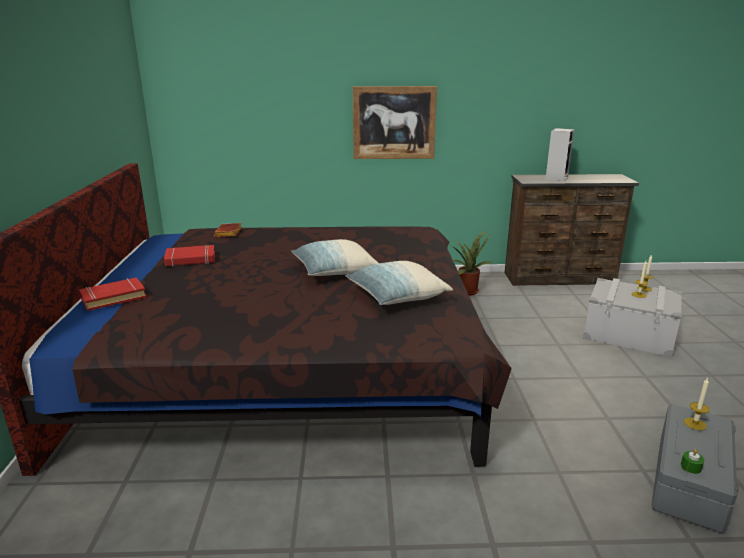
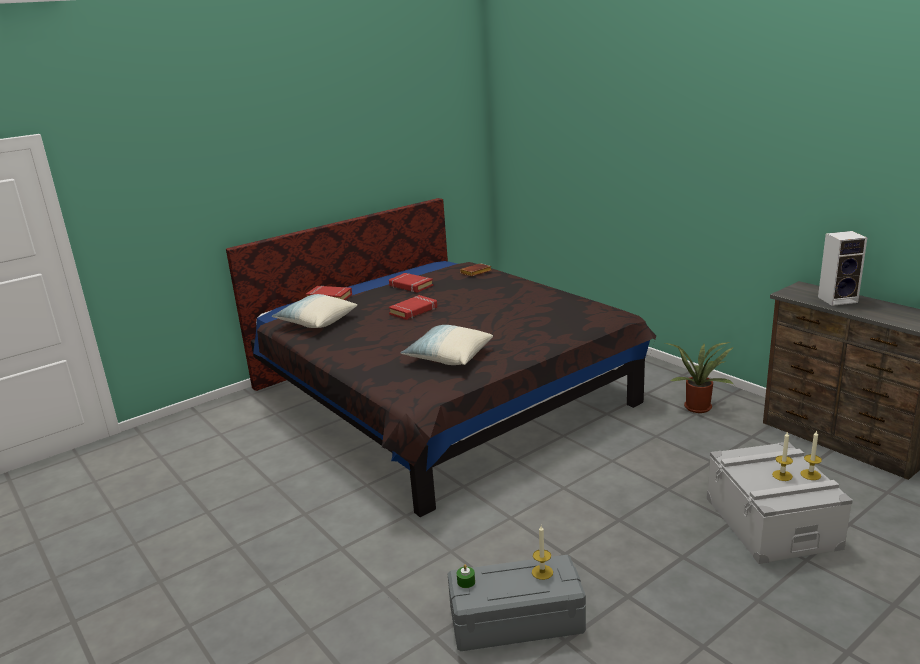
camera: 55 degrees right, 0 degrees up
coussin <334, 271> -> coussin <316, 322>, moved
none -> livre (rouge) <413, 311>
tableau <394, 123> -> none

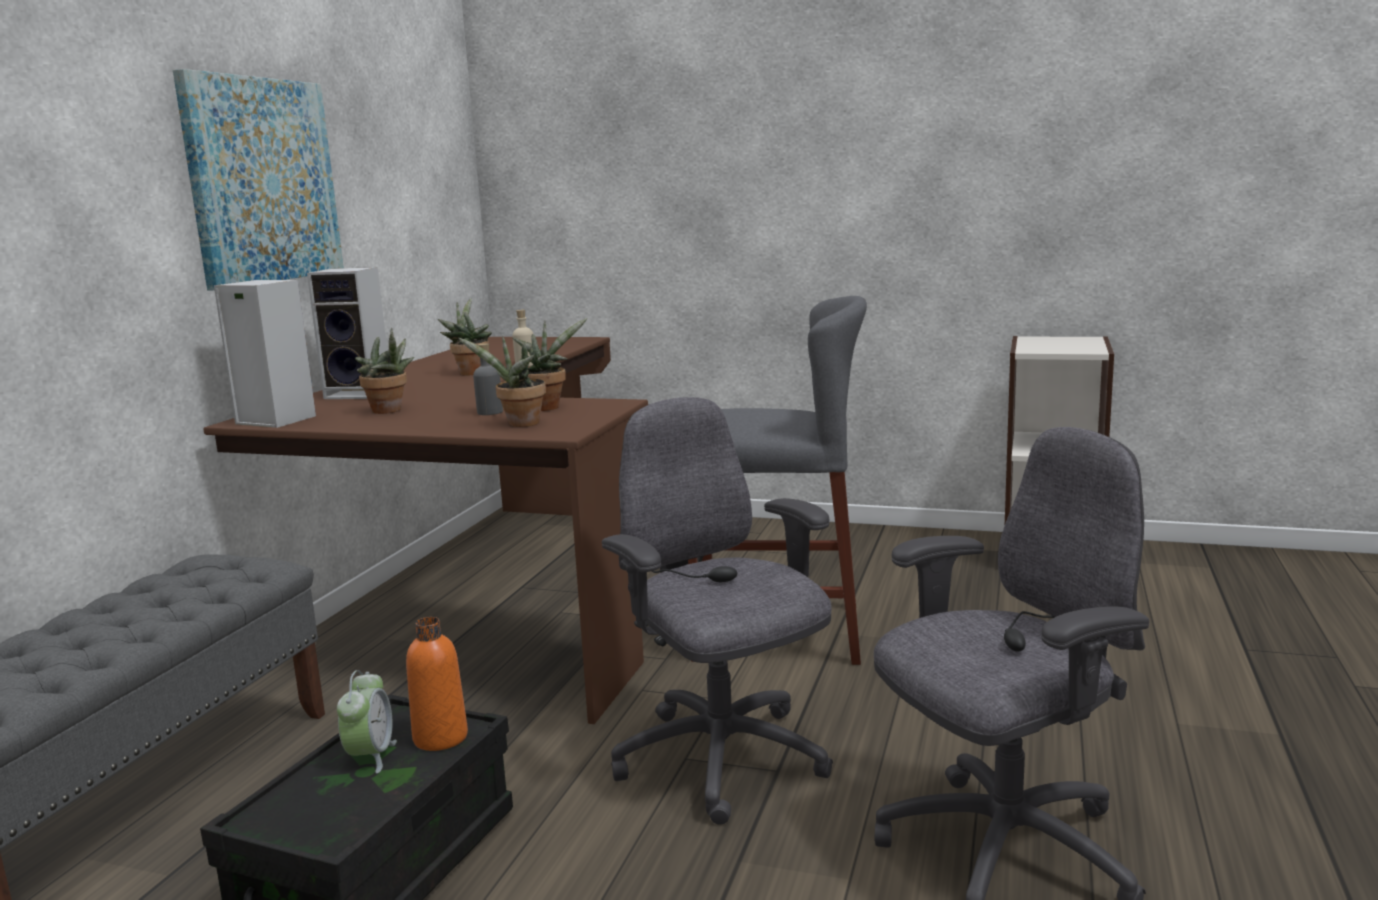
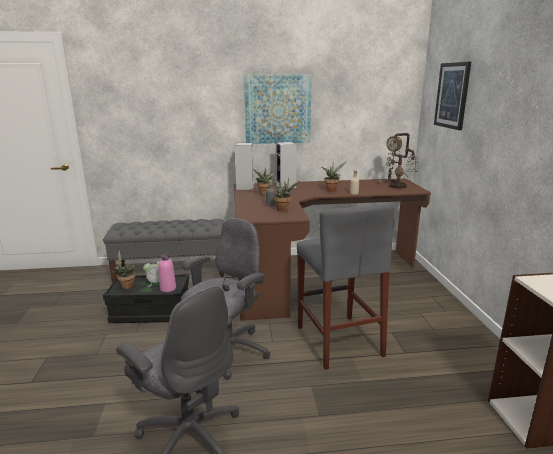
camera: 65 degrees right, 5 degrees up
plante en pot <519, 424> -> plante en pot <126, 286>, moved
bouteille (orange) <440, 738> -> bouteille (rose) <168, 288>
none -> lampe de table <397, 187>
none -> tableau <452, 95>

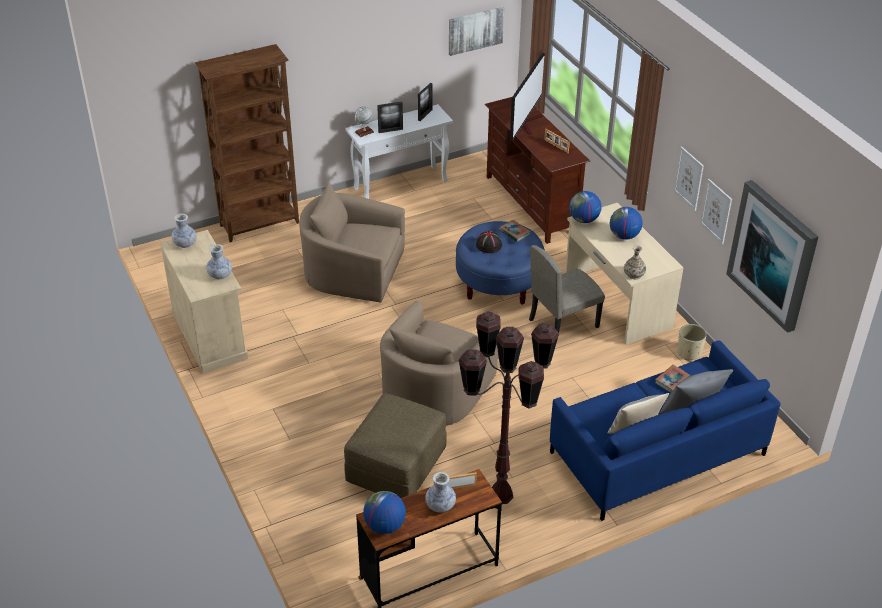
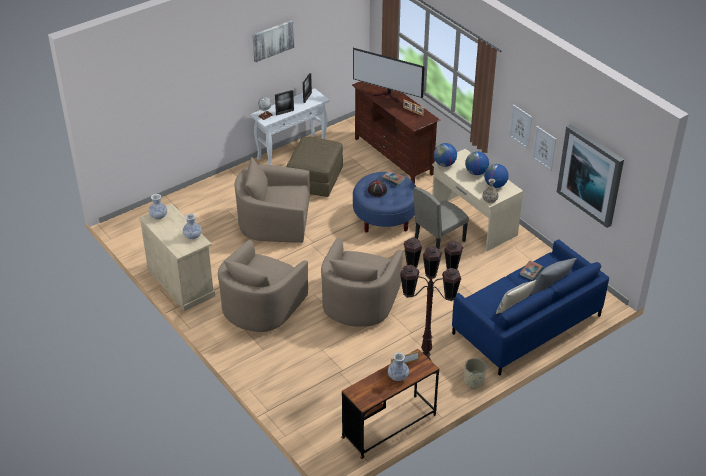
camera: 10 degrees left, 0 degrees up
none -> fauteuil (beige) <261, 306>
tableau <475, 30> -> tableau <273, 40>, moved
pouf (marron) <396, 466> -> pouf (marron) <315, 180>, moved
téléviseur <528, 123> -> téléviseur <388, 96>, 105 degrees clockwise
cache-pot (beige) <689, 353> -> cache-pot (beige) <474, 381>, moved
globe <384, 526> -> globe <495, 185>, moved
bibliothèque (marron) <260, 224> -> none

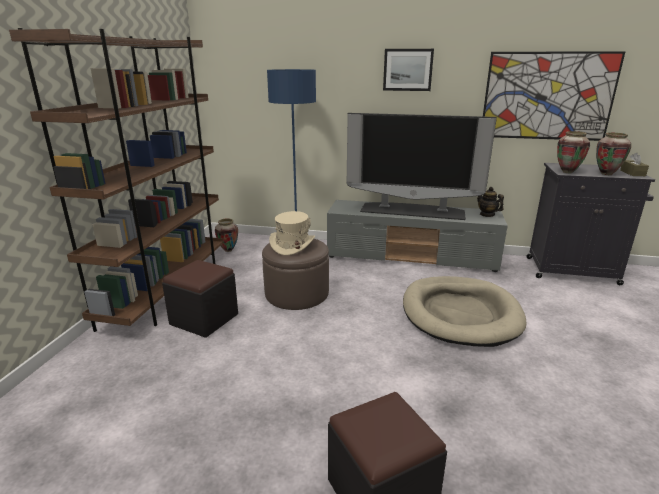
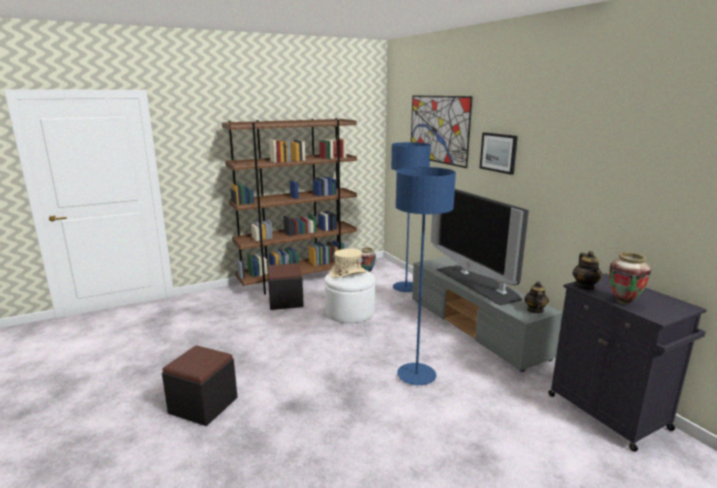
camera: 50 degrees right, 5 degrees down
pouf (marron) <297, 293> -> pouf (blanc) <350, 312>
panier pour chien (beige) <460, 314> -> lampadaire (bleu) <416, 375>
tableau <547, 96> -> tableau <438, 129>, moved
vase <567, 172> -> théière <585, 286>
boîte à mouchoirs (marron) <632, 173> -> none

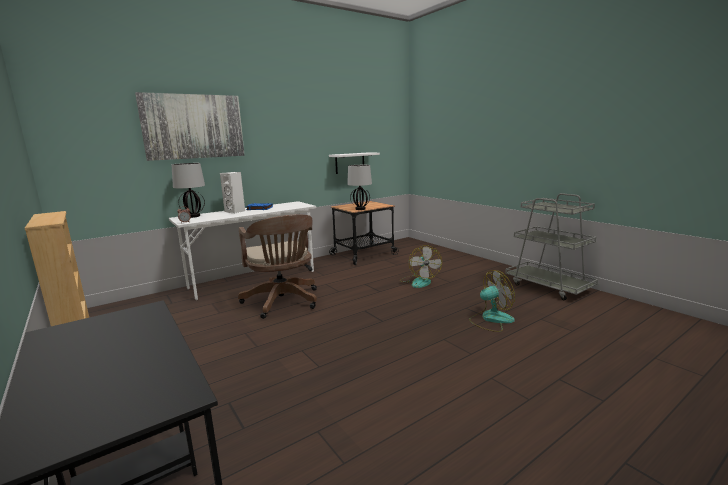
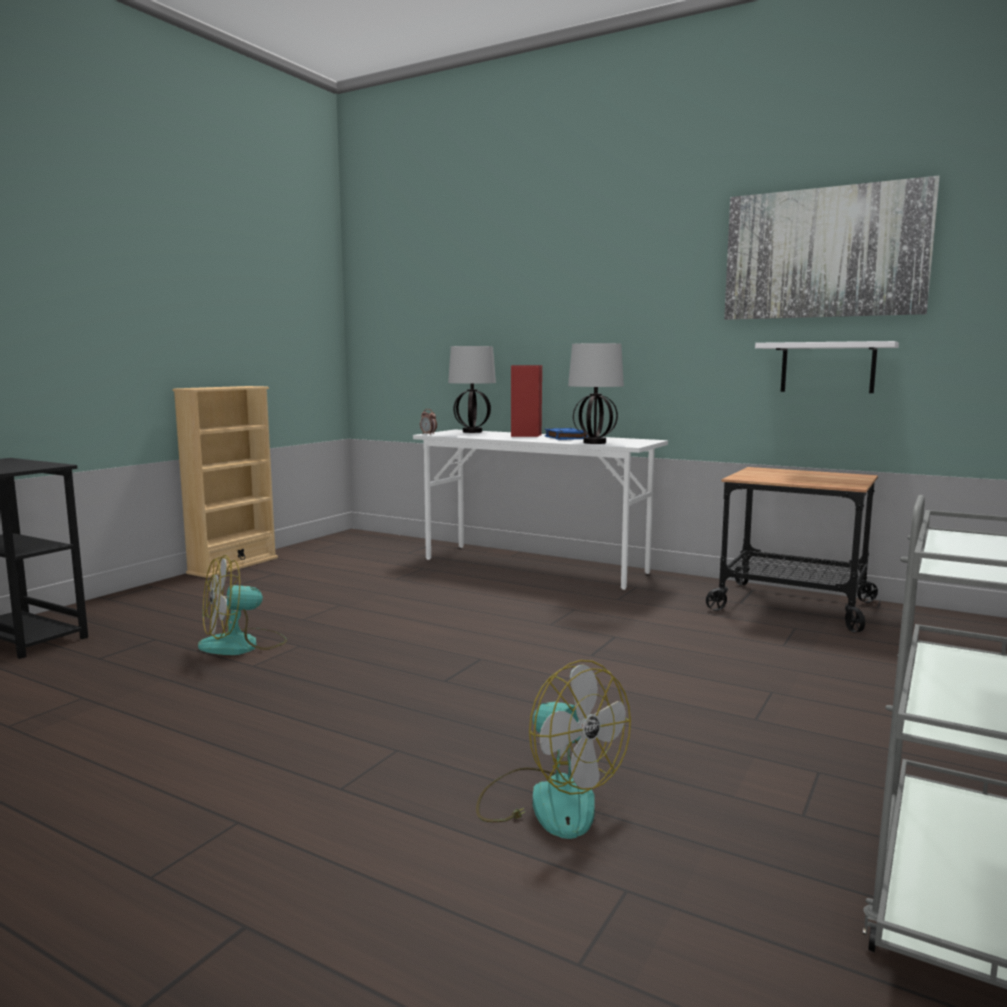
camera: 65 degrees right, 5 degrees down
ventilateur <419, 281> -> ventilateur <243, 645>, moved
enceinte (blanc) <235, 211> -> enceinte (rouge) <526, 435>
lampe de table <360, 209> -> lampe de table <594, 442>, moved
tableau <194, 126> -> tableau <824, 253>, moved
chaise de bureau (marron) <283, 302> -> none

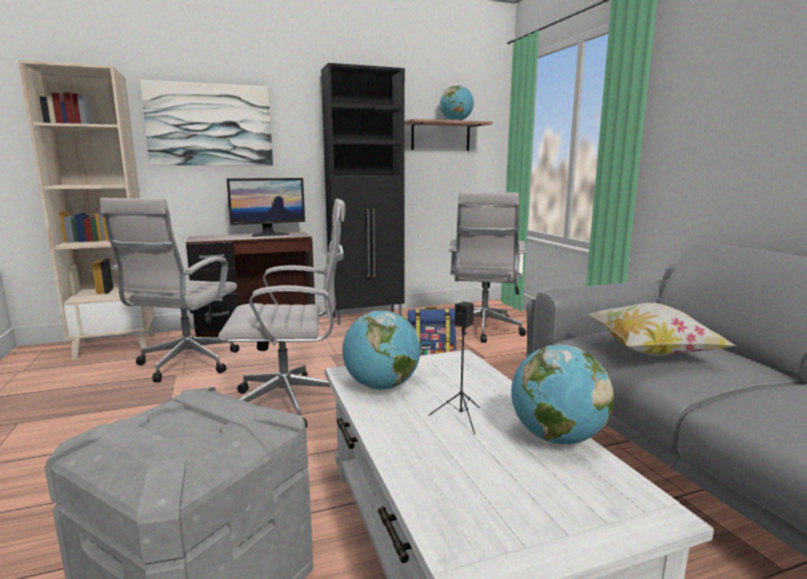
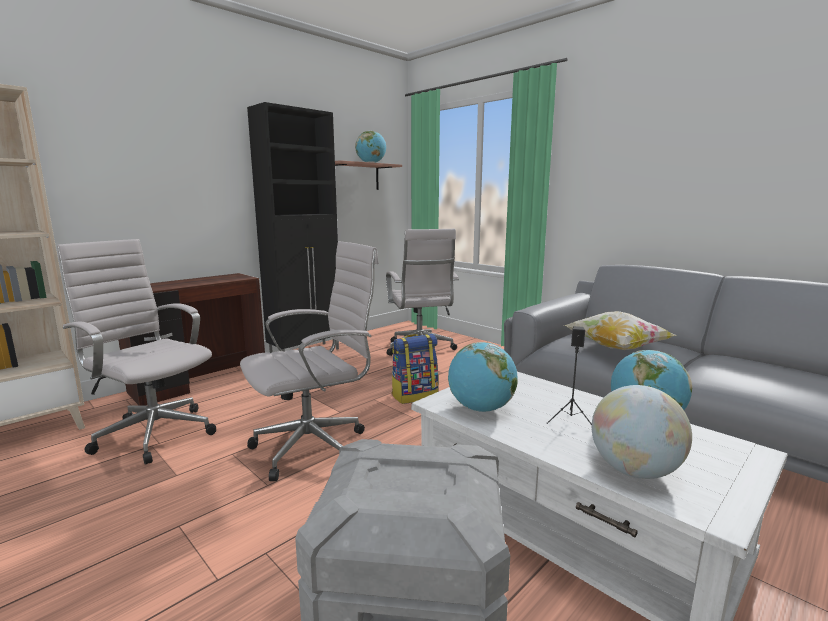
camera: 25 degrees left, 0 degrees up
chaise de bureau (blanc) <185, 365> -> chaise de bureau (blanc) <153, 433>, 135 degrees clockwise
none -> globe <634, 471>
tableau <210, 125> -> none
écran d'ordinateur <268, 234> -> none

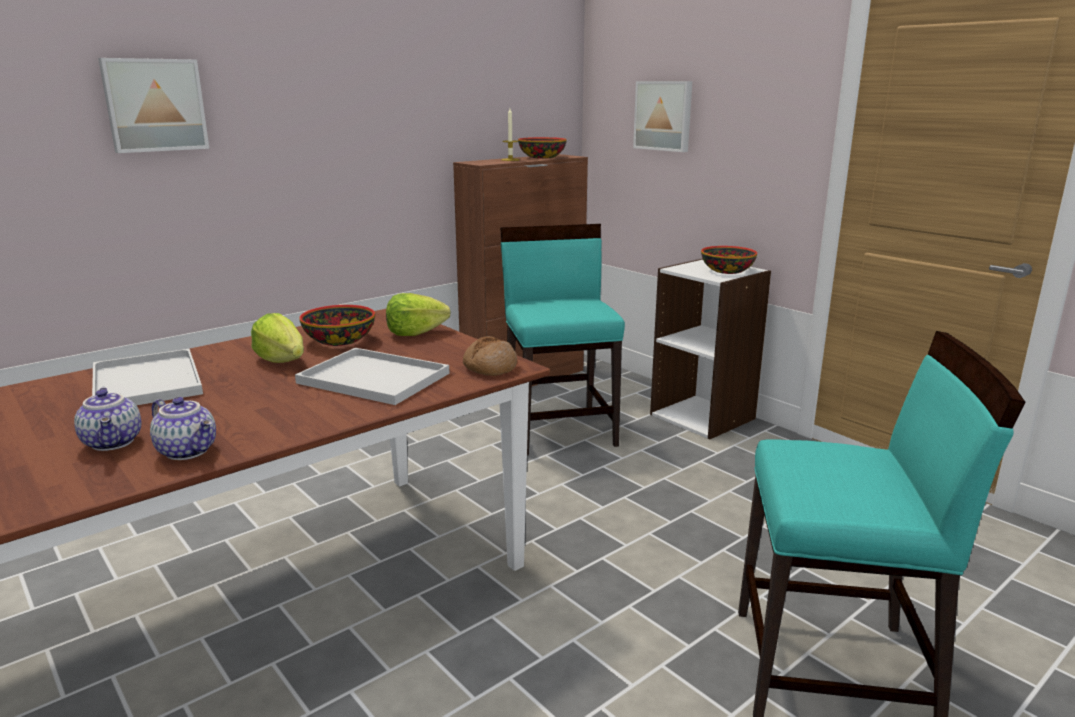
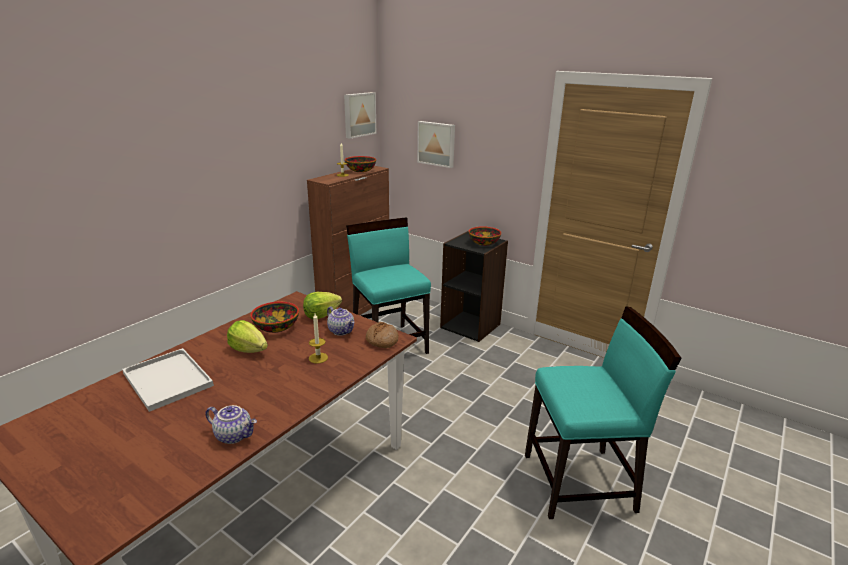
camera: 15 degrees left, 5 degrees up
plateau (blanc) <377, 378> -> bougie <318, 358>
théière <114, 442> -> théière <342, 331>, moved
tableau <154, 105> -> tableau <359, 114>, moved
bibliothèque (blanc) <703, 416> -> bibliothèque (noir) <471, 325>

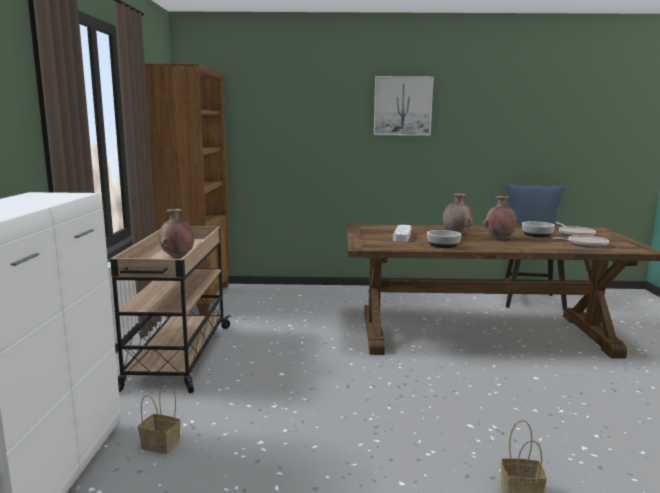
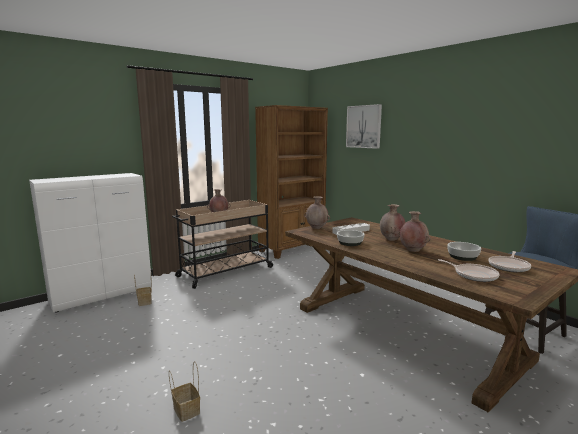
camera: 50 degrees right, 0 degrees up
none -> vase (marron) <317, 228>
tableau <402, 106> -> tableau <363, 126>, moved

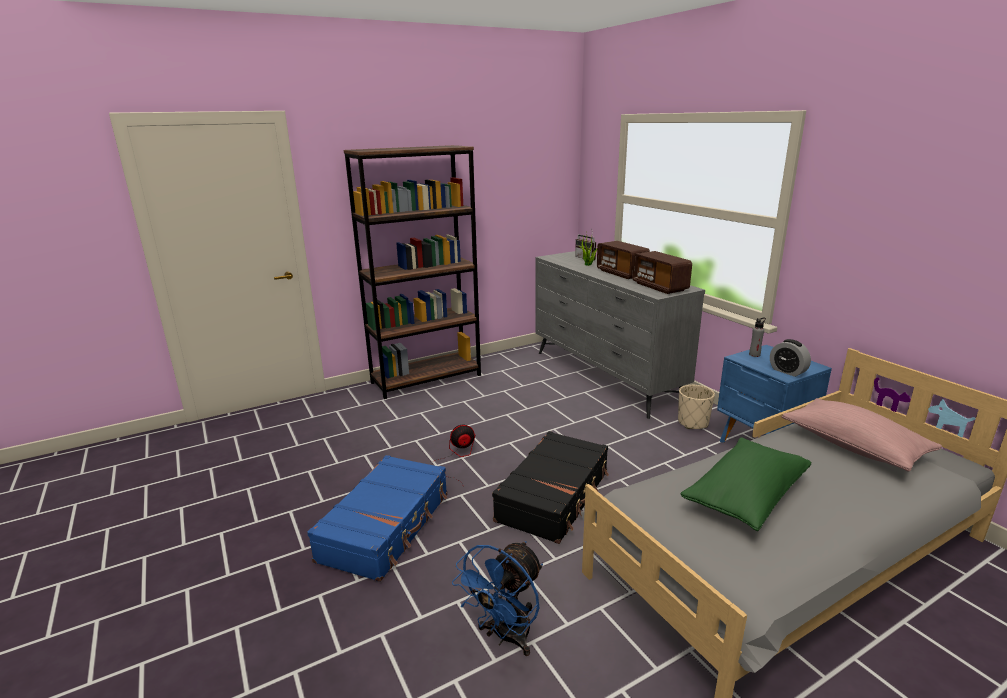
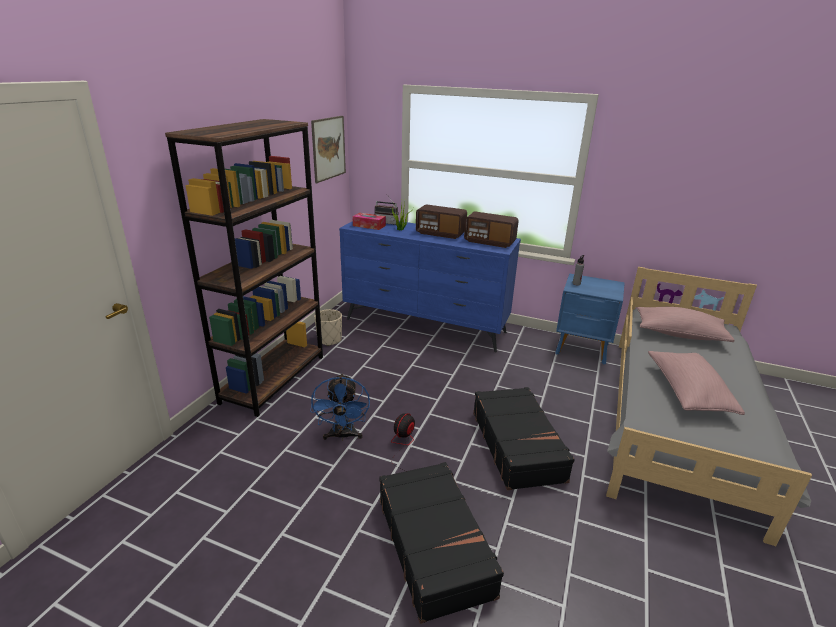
camera: 40 degrees left, 5 degrees up
ventilateur (bleu) <506, 637> -> ventilateur (bleu) <343, 436>, moved
none -> tableau <328, 148>
cache-pot (beige) <693, 423> -> cache-pot (beige) <329, 340>, moved
commode (gris) <605, 377> -> commode (bleu) <425, 326>
none -> boîte à mouchoirs <369, 226>
valise (bleu) <386, 526> -> valise (noir) <435, 545>
coussin (vert) <745, 496> -> coussin (rose) <687, 392>
réveil <787, 371> -> none

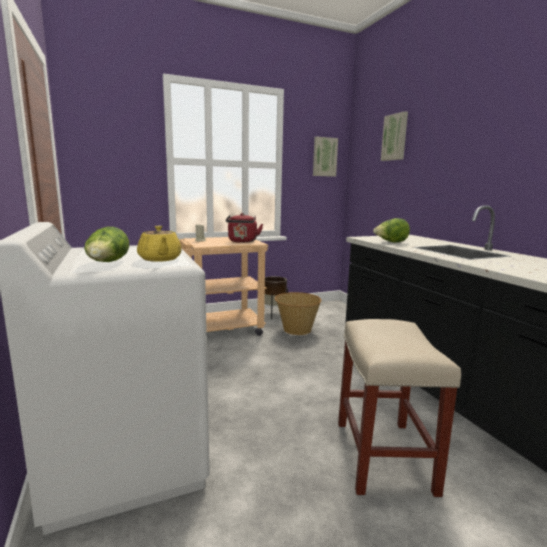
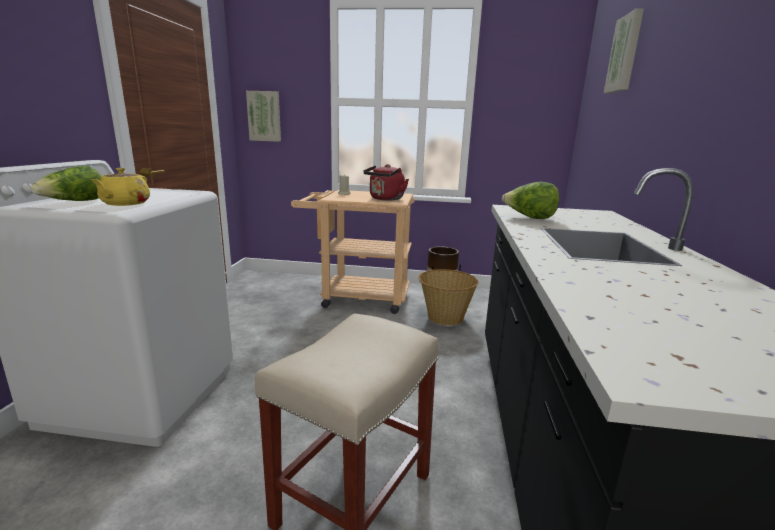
camera: 30 degrees right, 5 degrees up
tableau <324, 157> -> tableau <264, 116>, moved

